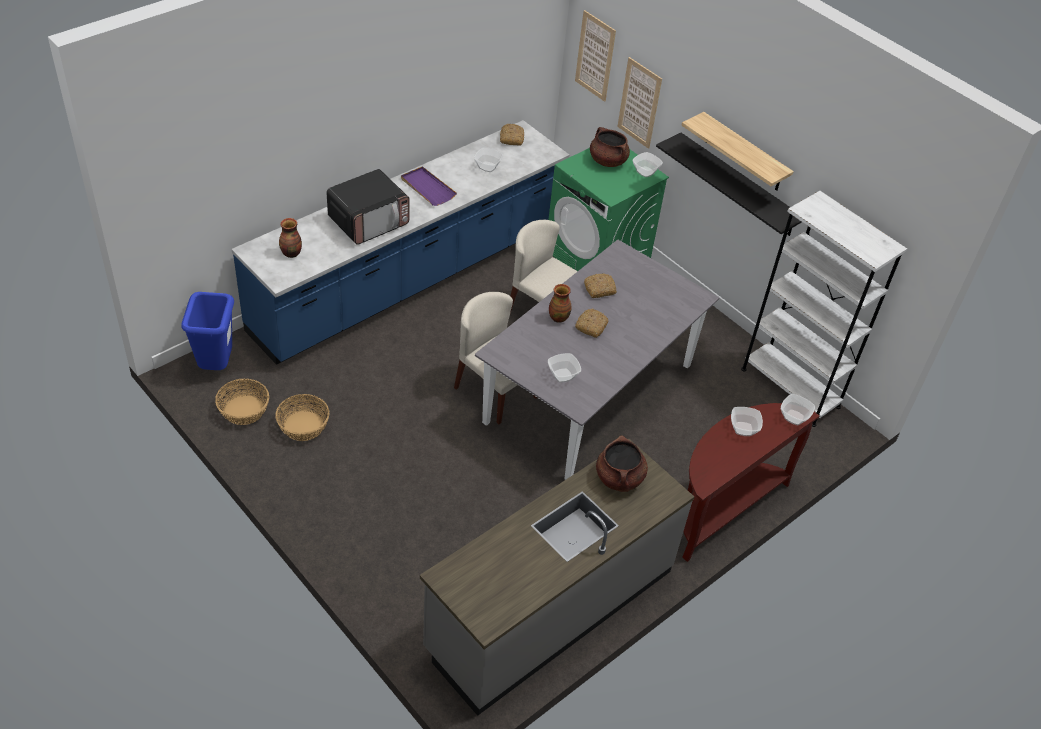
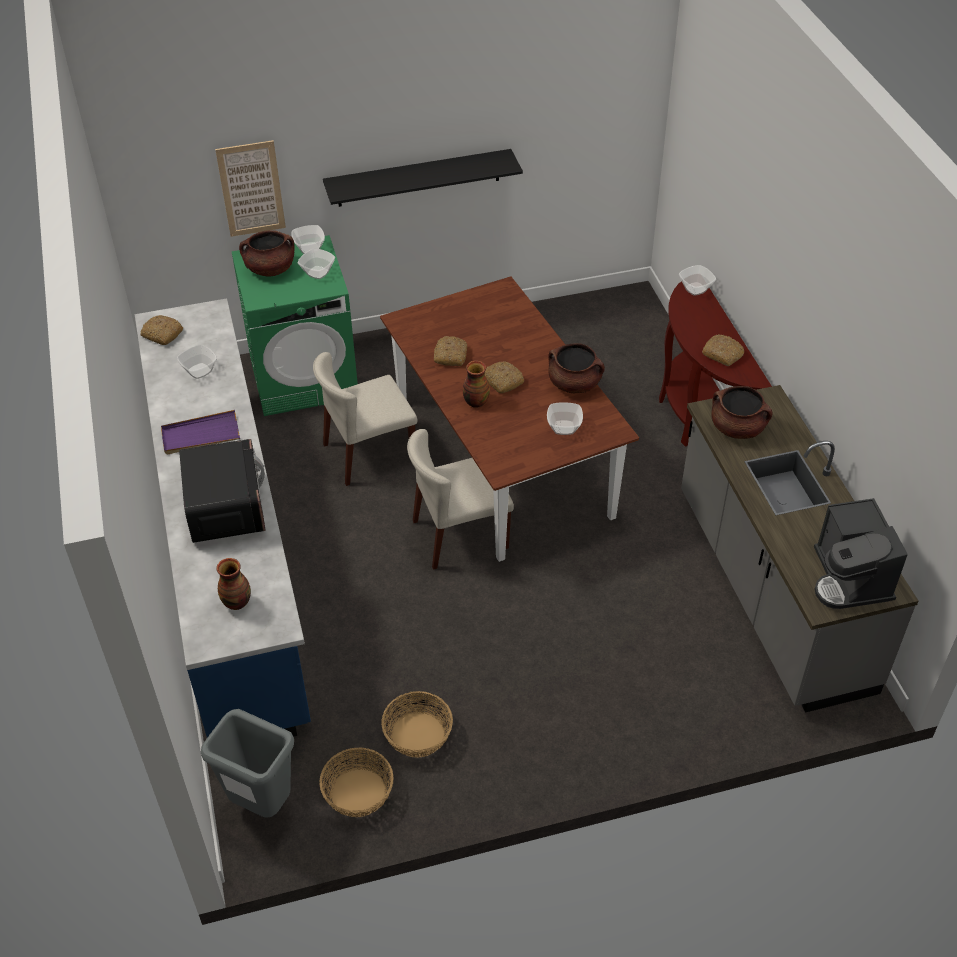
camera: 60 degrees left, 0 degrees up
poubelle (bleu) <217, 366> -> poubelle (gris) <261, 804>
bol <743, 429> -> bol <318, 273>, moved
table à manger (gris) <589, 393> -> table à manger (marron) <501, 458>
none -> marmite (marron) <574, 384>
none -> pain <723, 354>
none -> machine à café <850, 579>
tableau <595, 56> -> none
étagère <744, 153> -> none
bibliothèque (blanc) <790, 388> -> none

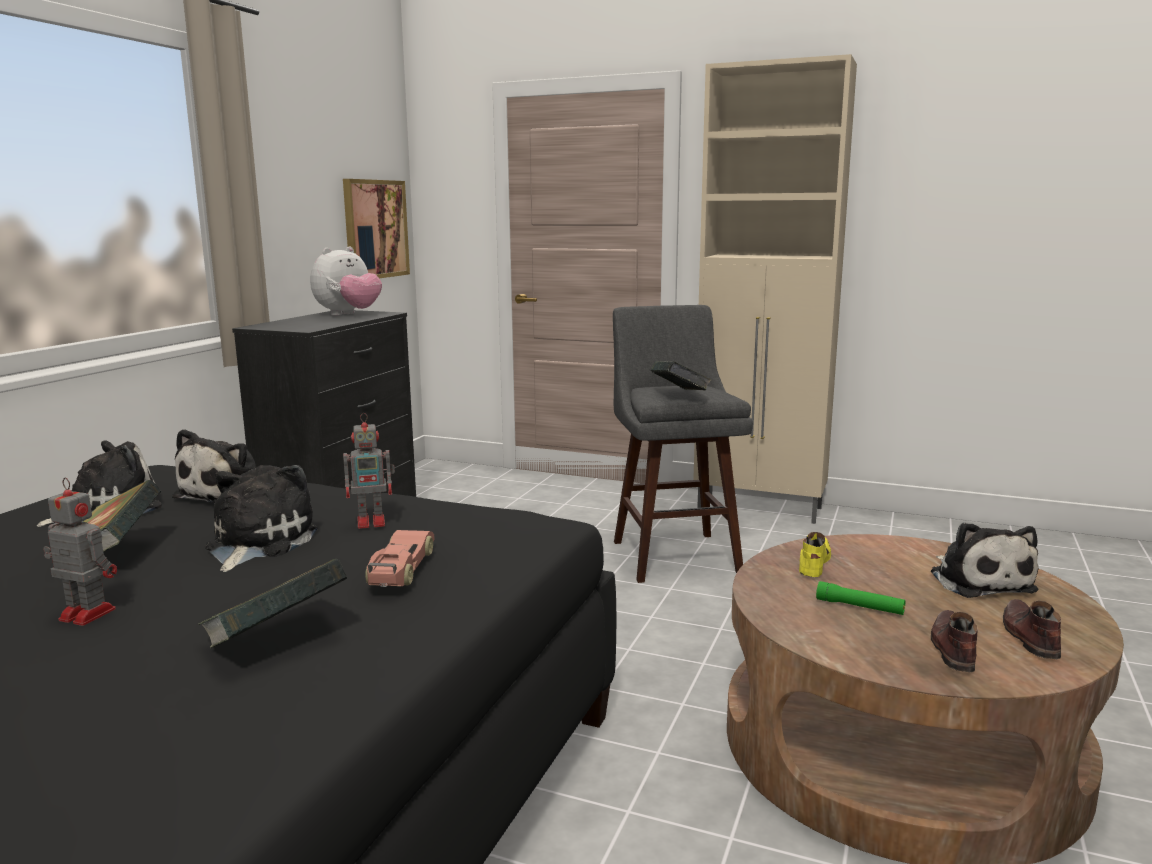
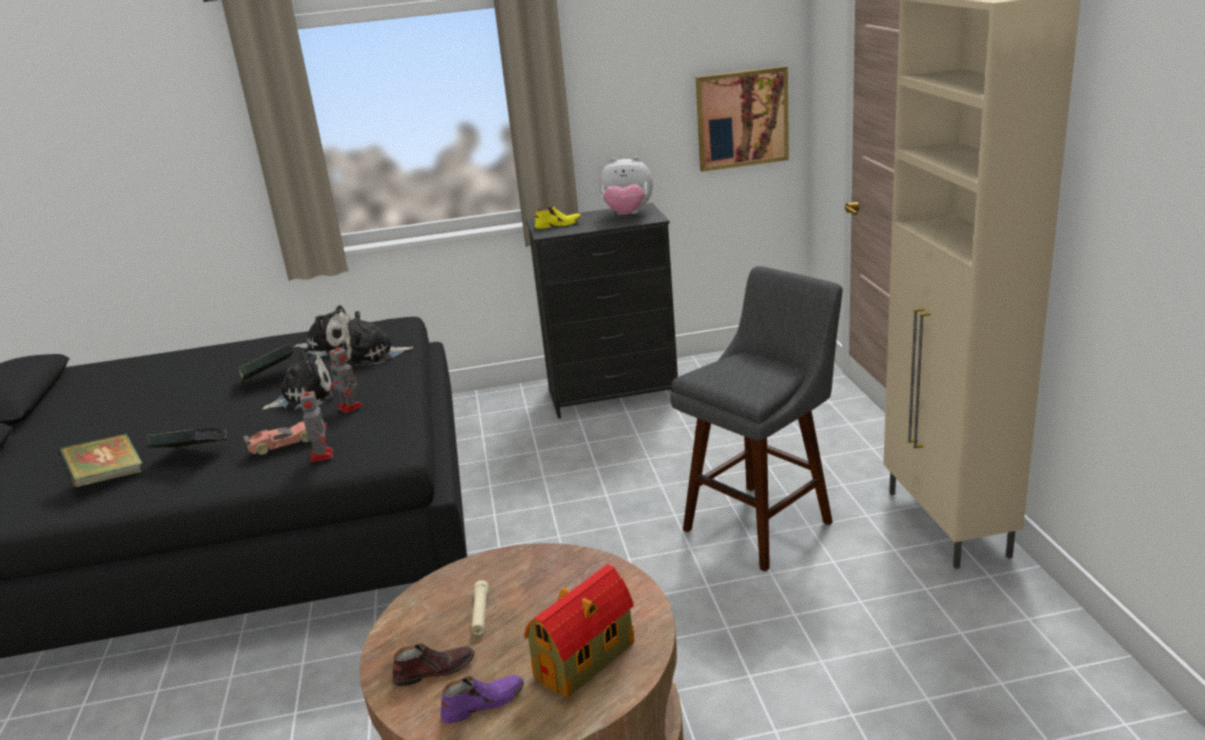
camera: 60 degrees right, 10 degrees up
livre <679, 395> -> livre <107, 478>, moved
robot jouet <85, 614> -> robot jouet <321, 455>, moved
chaussure (marron) <1028, 636> -> chaussure (violet) <483, 703>
lampe de poche (vert) <859, 607> -> lampe de poche (beige) <480, 613>
peluche <979, 581> -> maison miniature <586, 658>
chaussure (jaune) <813, 563> -> chaussure (jaune) <558, 225>, moved

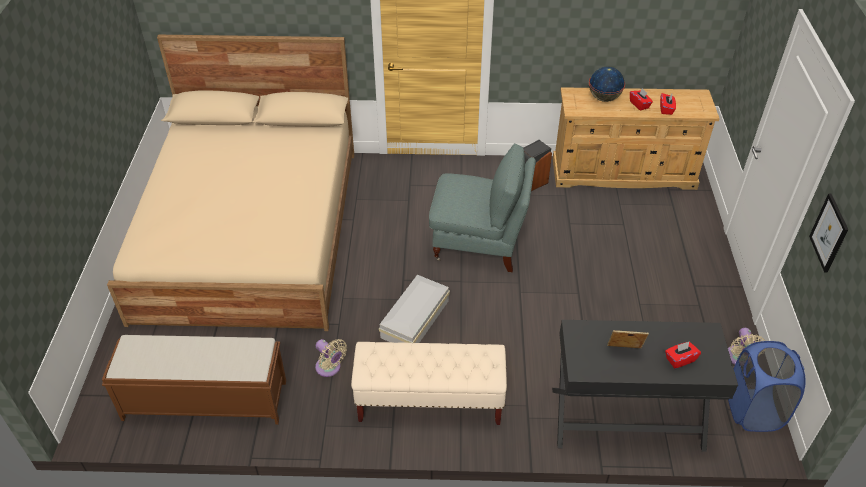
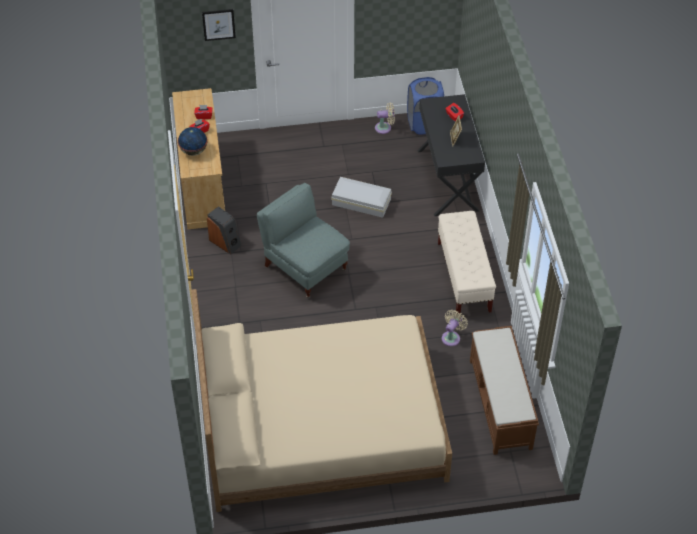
camera: 100 degrees left, 5 degrees up
tableau <829, 233> -> tableau <218, 24>, moved
fauteuil (gris) <479, 244> -> fauteuil (gris) <305, 267>, 45 degrees counterclockwise
boîte de rangement (blanc) <413, 319> -> boîte de rangement (blanc) <362, 202>, moved

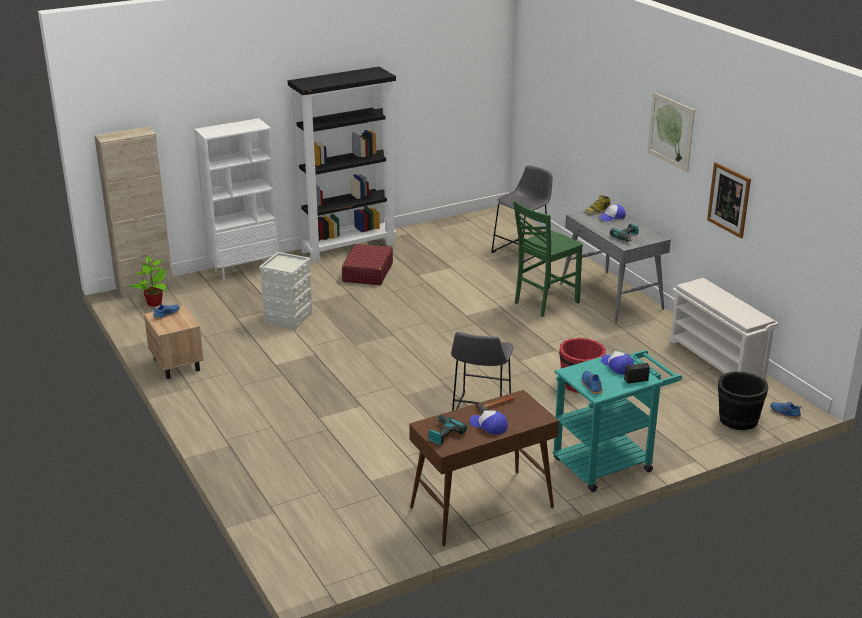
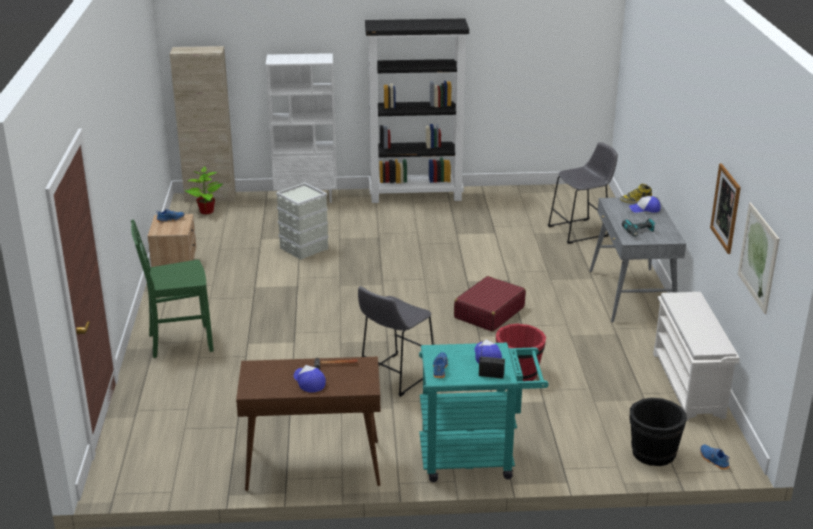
camera: 25 degrees right, 0 degrees up
chaise (vert) <544, 302> -> chaise (vert) <179, 342>, moved
valise (rouge) <367, 273> -> valise (rouge) <489, 313>, moved
tableau <670, 131> -> tableau <758, 257>, moved
perceuse <443, 434> -> none

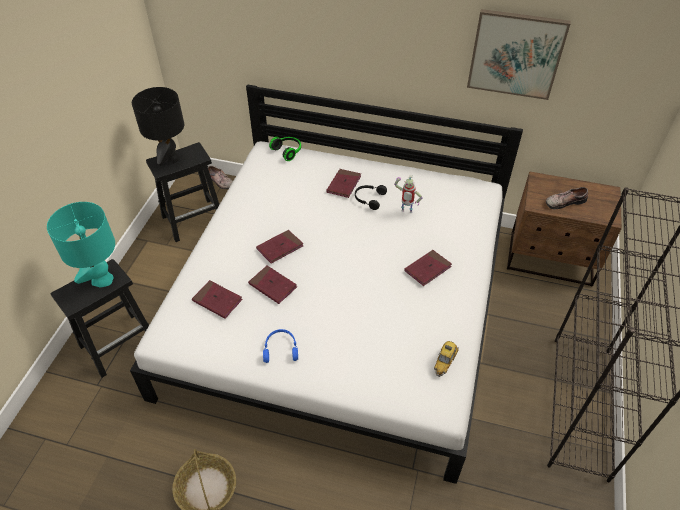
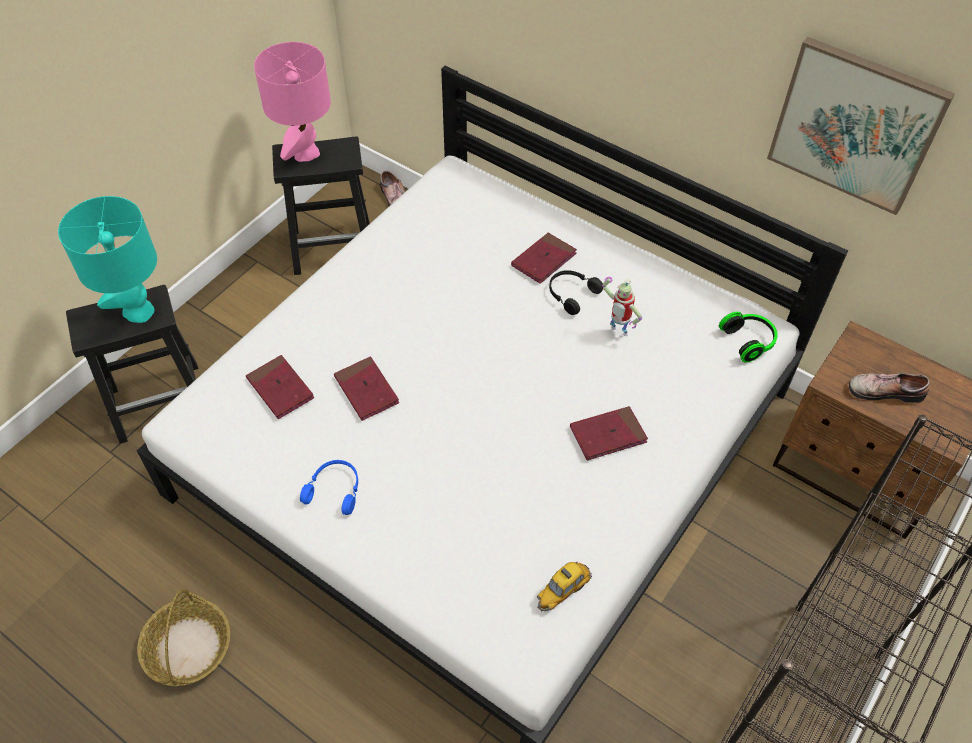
camera: 20 degrees right, 5 degrees up
lampe de table (noir) <170, 159> -> lampe de table (rose) <306, 153>
casque audio <288, 151> -> casque audio <749, 341>, moved
livre (rouge) <280, 248> -> none

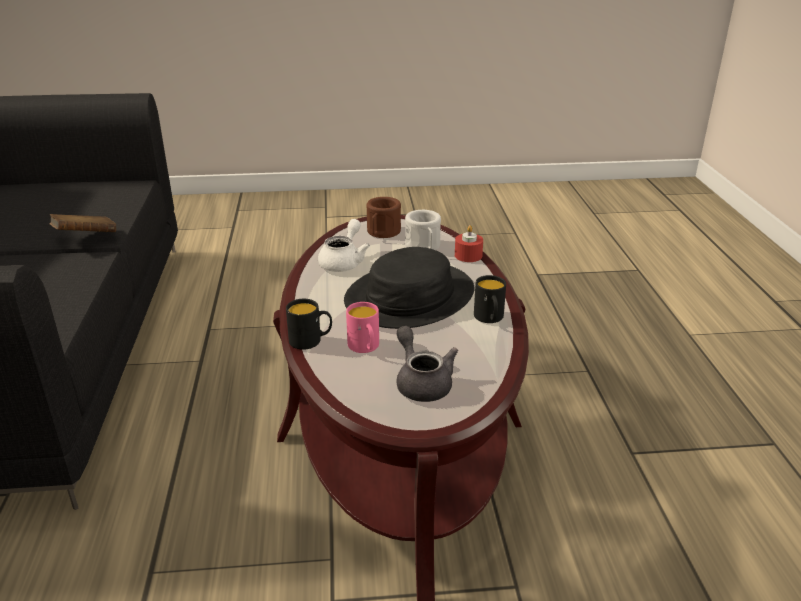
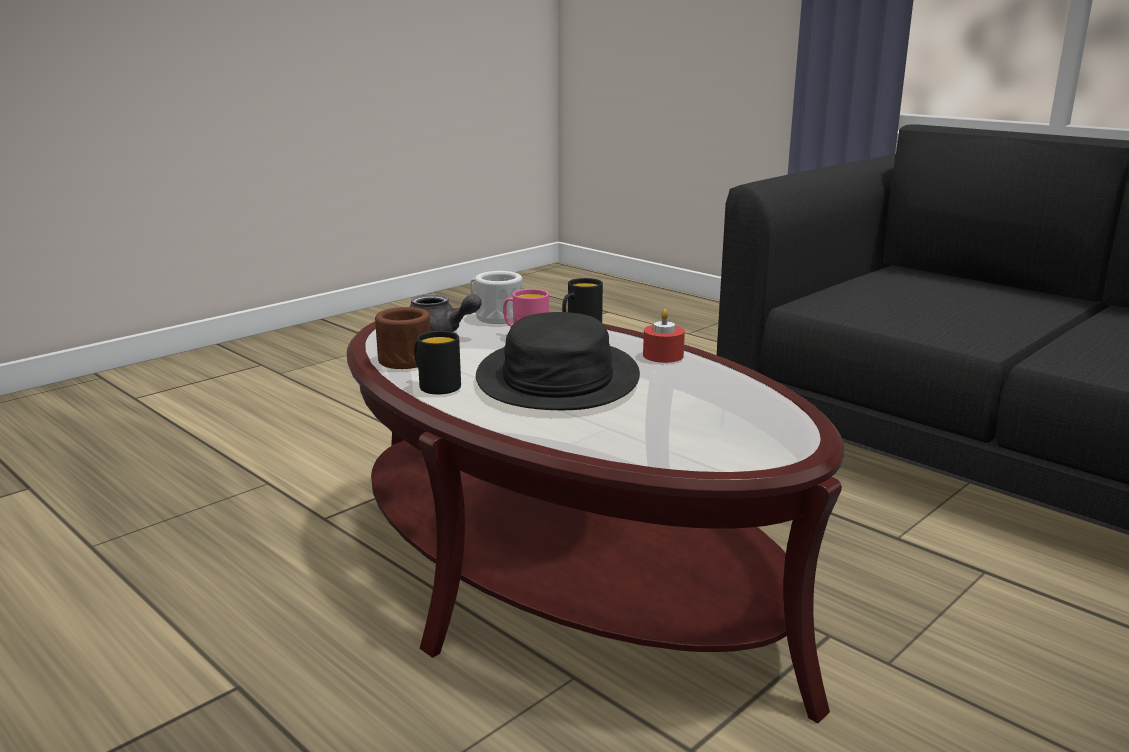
camera: 140 degrees right, 10 degrees down
mug (marron) <382, 233> -> mug (marron) <404, 358>, moved
mug (blanc) <424, 247> -> mug (blanc) <494, 317>, moved
bougie (rouge) <468, 255> -> bougie (rouge) <663, 355>, moved
livre (marron) <86, 237> -> none
théière (blanc) <344, 262> -> none

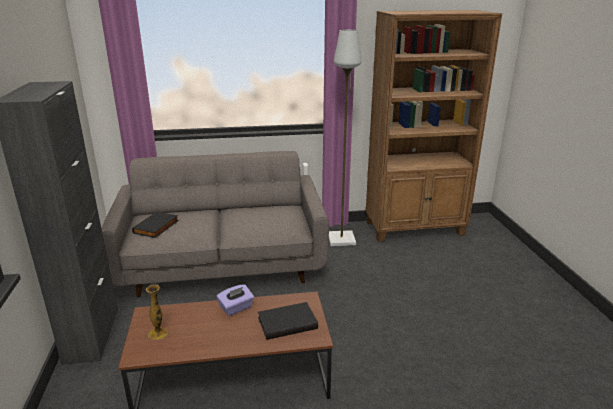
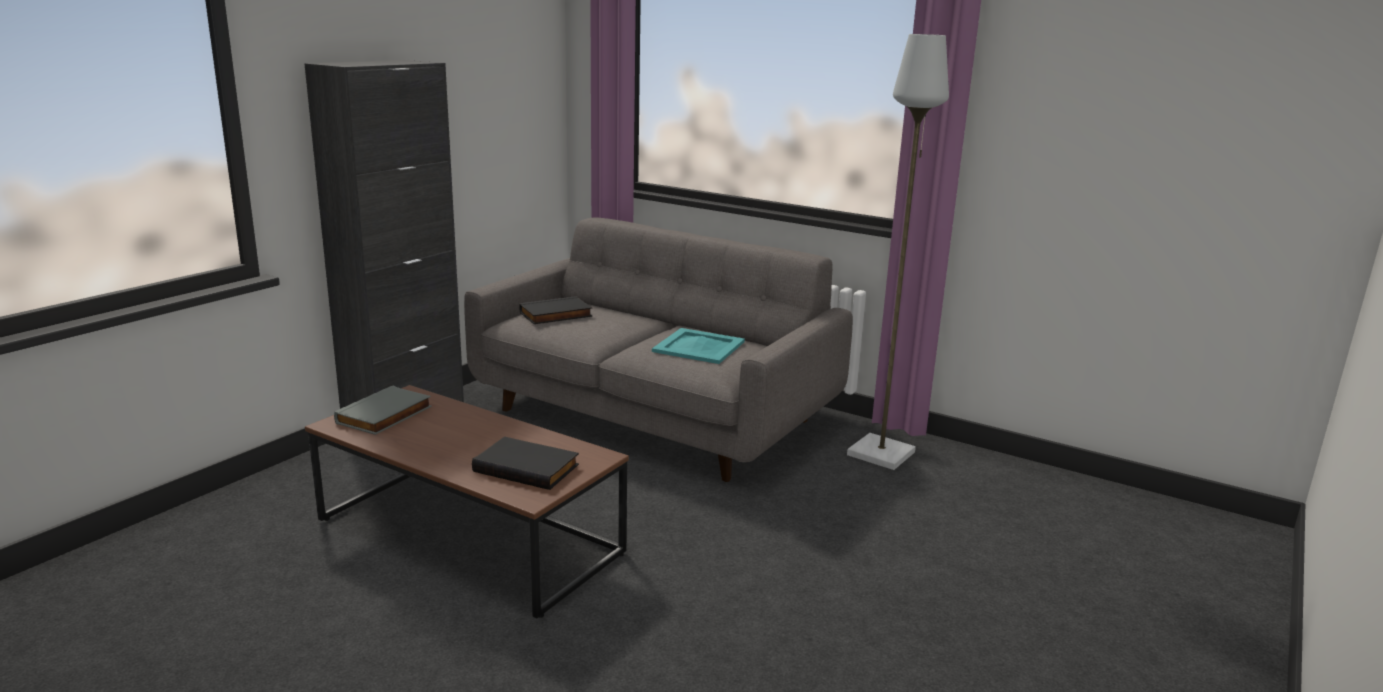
camera: 40 degrees right, 5 degrees down
vase <158, 334> -> livre (gris) <385, 416>
none -> plateau (turquoise) <700, 346>
boîte à mouchoirs (violet) <236, 308> -> none
bibliothèque (marron) <415, 228> -> none

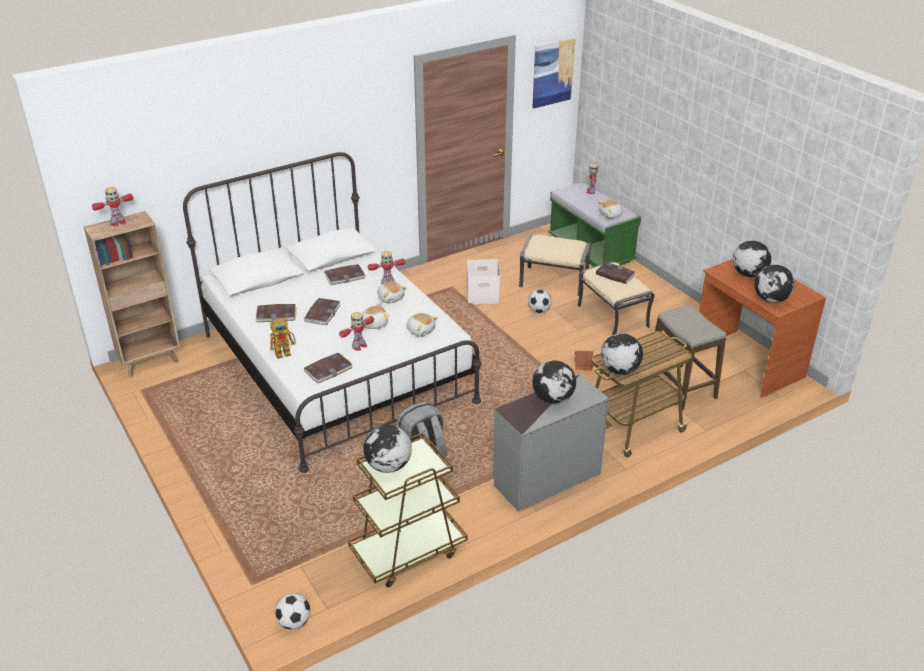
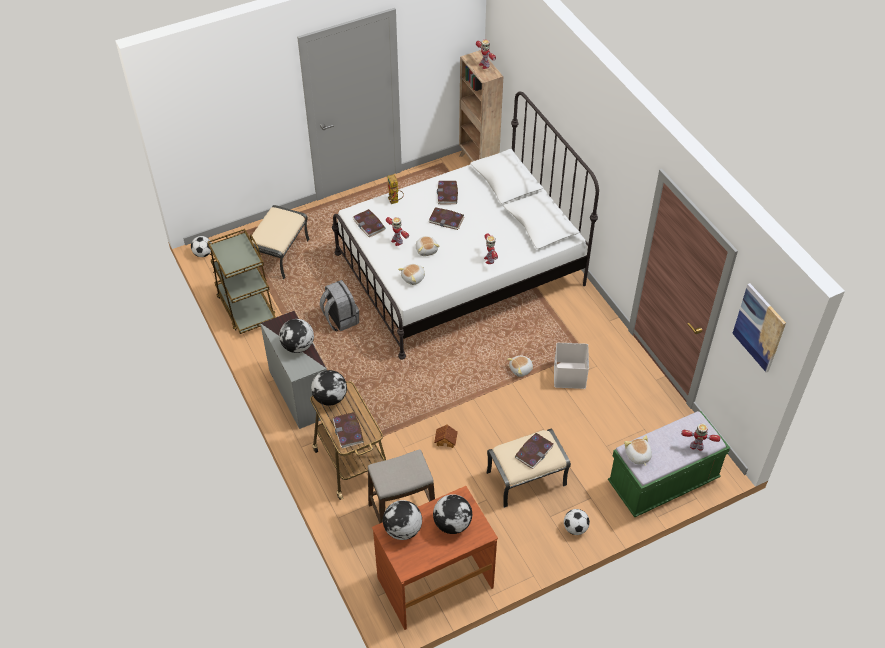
camera: 95 degrees right, 15 degrees up
pouf (beige) <553, 281> -> pouf (beige) <280, 254>, moved
livre <345, 276> -> livre <348, 431>, moved
peluche <391, 298> -> peluche <521, 369>, moved
ballon de foot <539, 311> -> ballon de foot <575, 528>, moved
globe <388, 466> -> none

